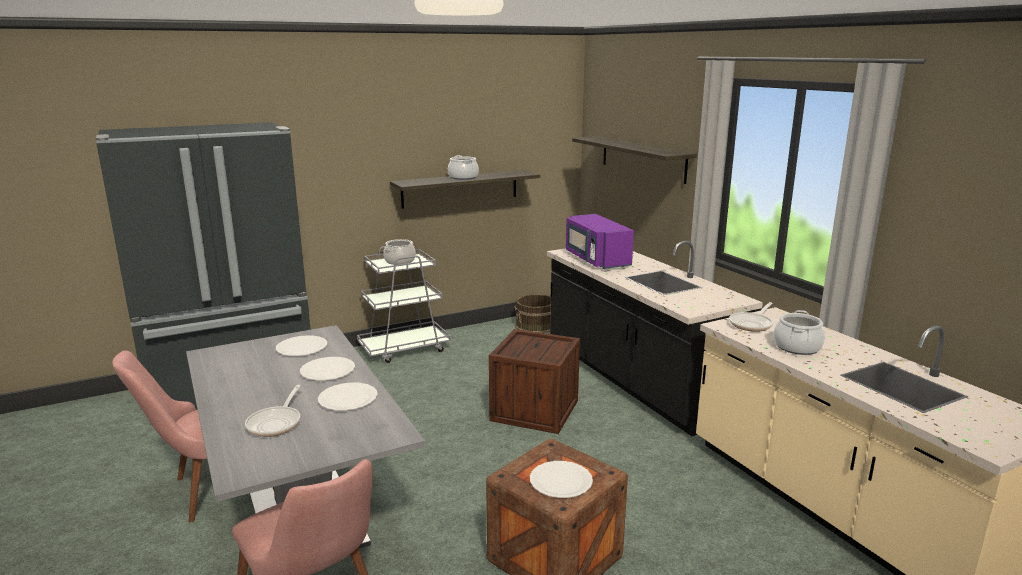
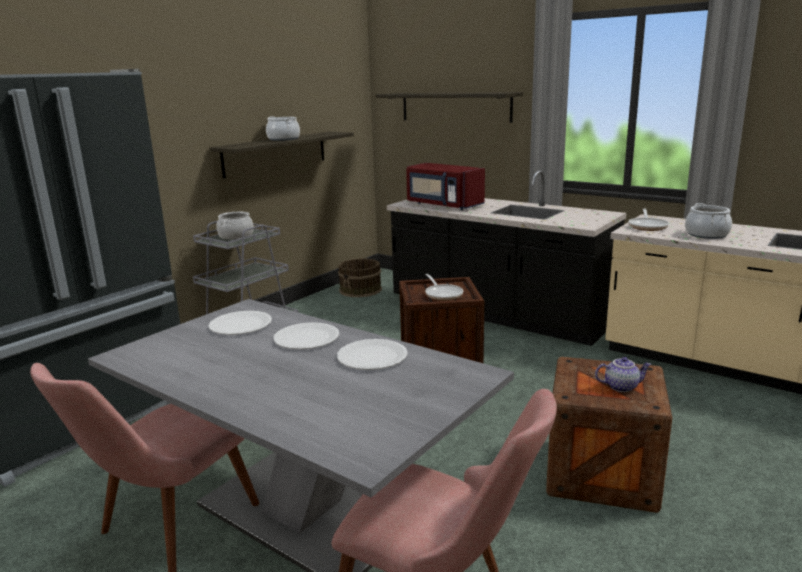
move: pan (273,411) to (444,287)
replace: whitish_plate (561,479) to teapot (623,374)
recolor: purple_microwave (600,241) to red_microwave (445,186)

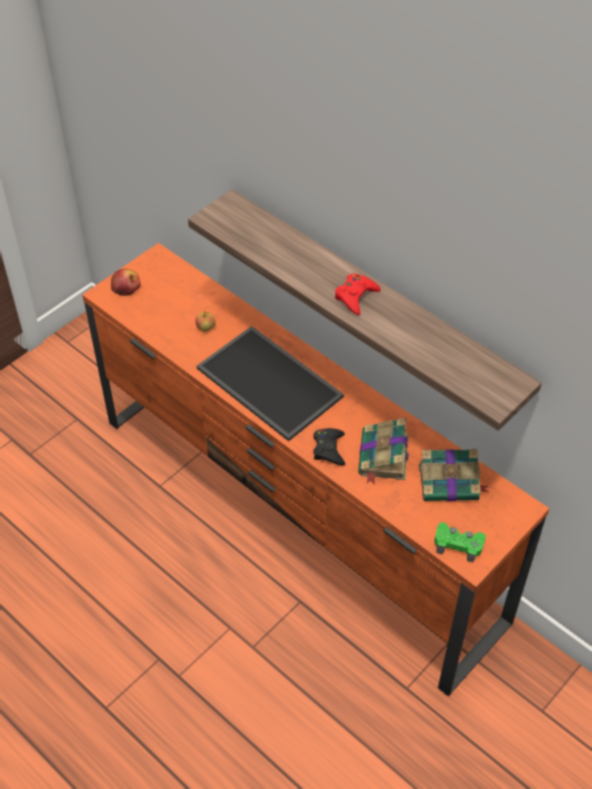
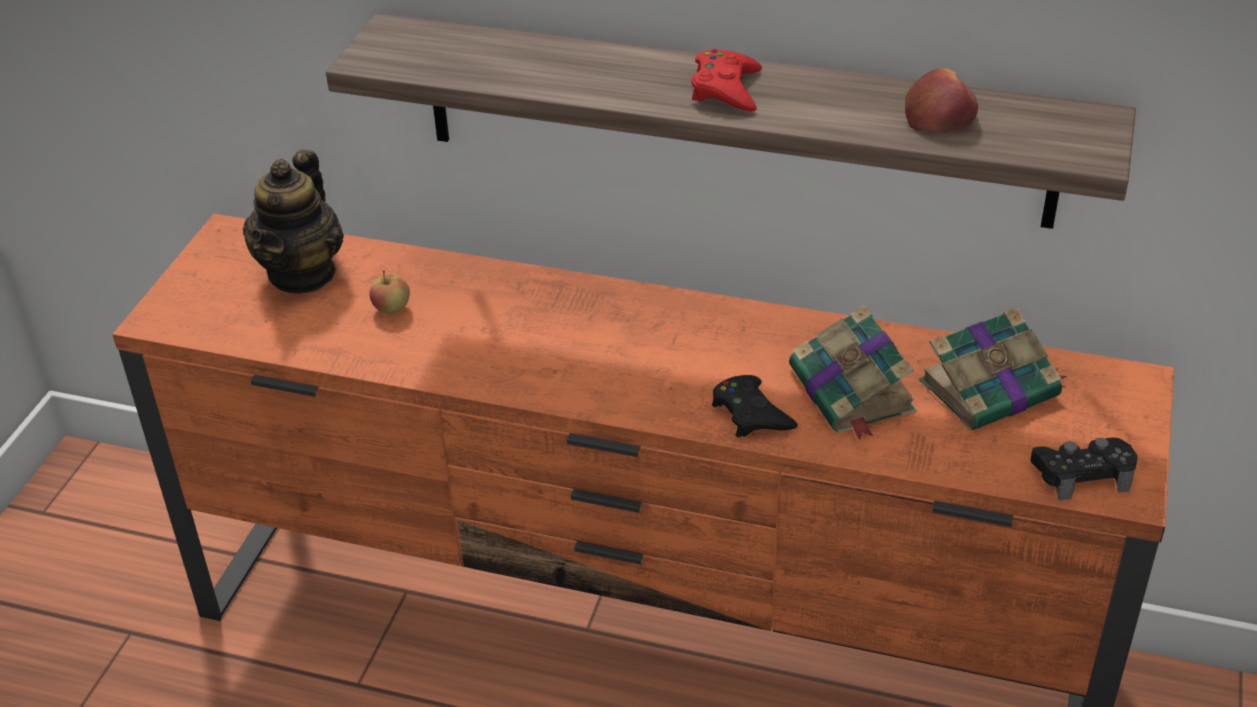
delete: serving_tray (270,383)
insert: teapot (293,222)
move: apple (126,282) to (941,100)
recolor: greenish_game_controller (460,542) to black-coloured_game_controller (1084,468)

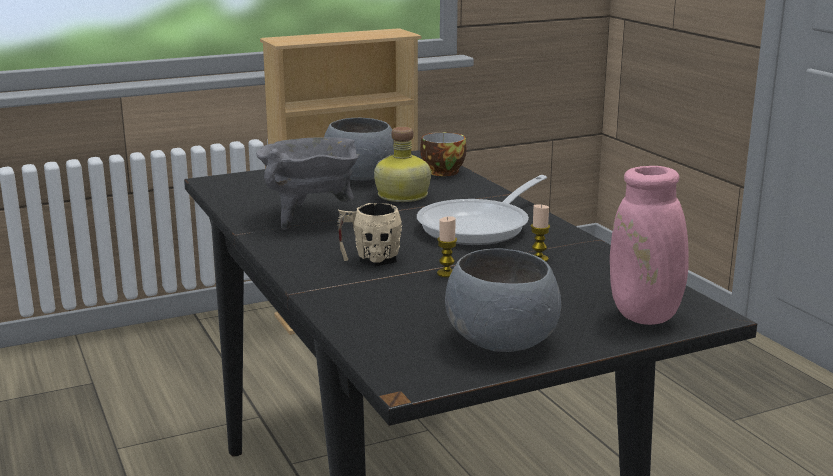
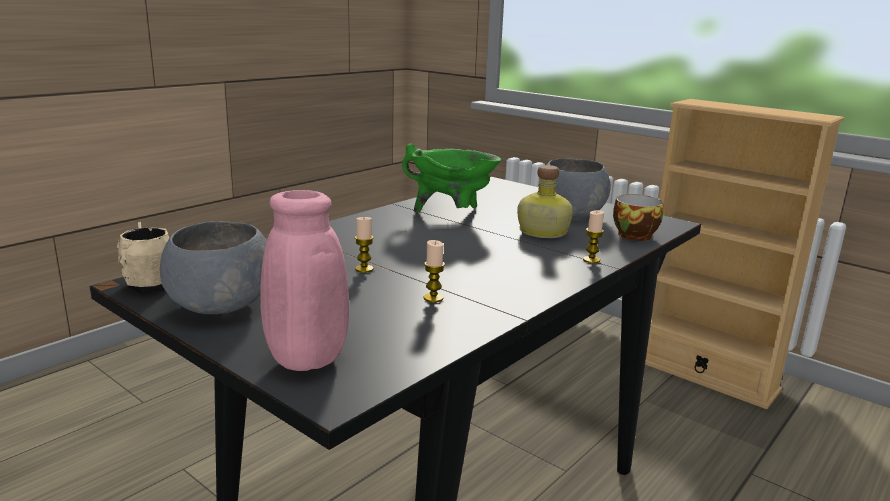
delete: pan (482,210)
insert: wax_candle (593,236)
move: beige-coloured_mug (369,234) to (143,258)
recolor: grey_stockpot (308,183) to greenish_stockpot (451,178)

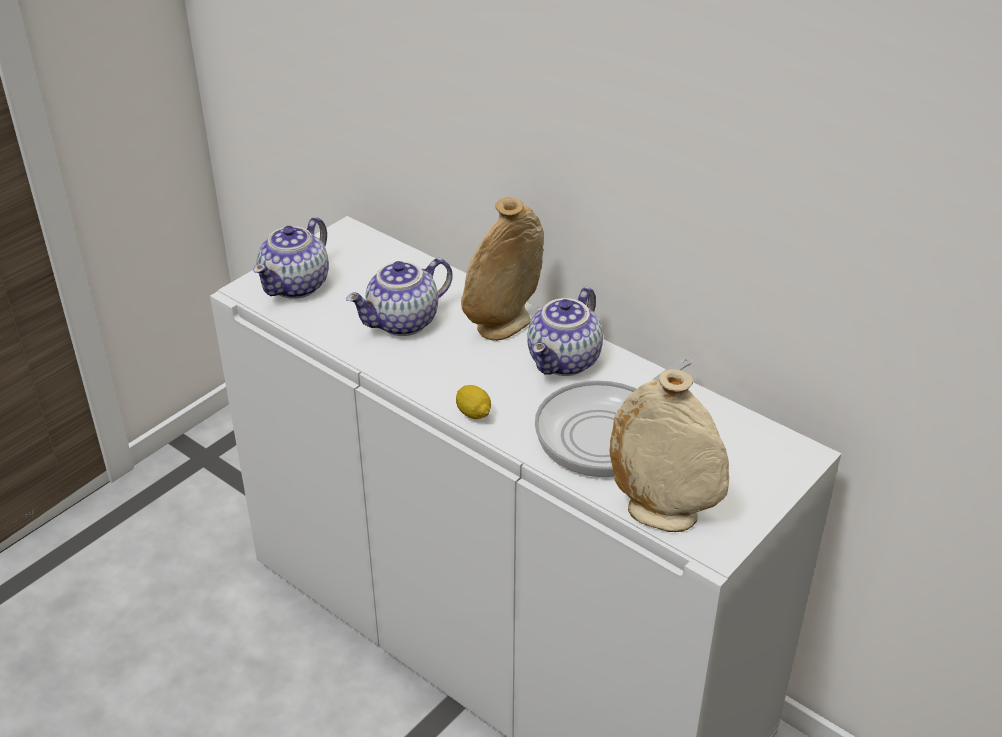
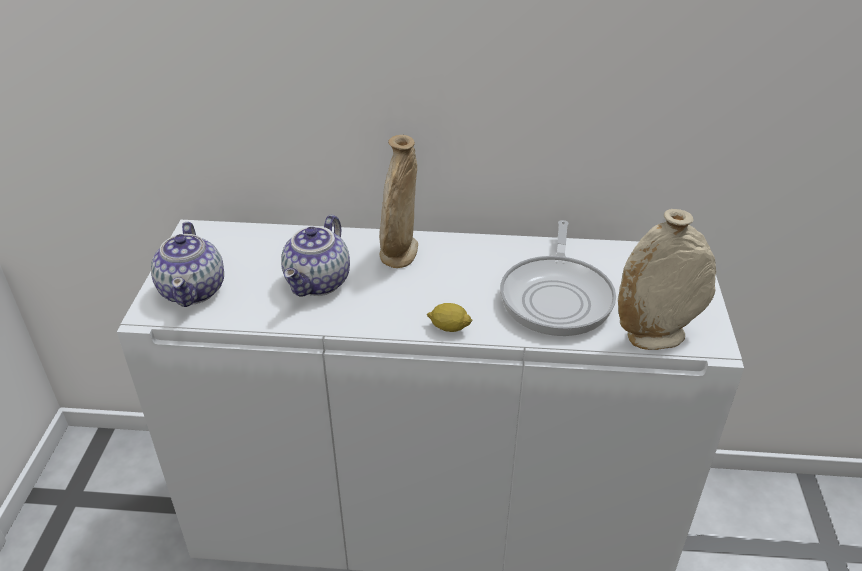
delete: teapot (565,331)

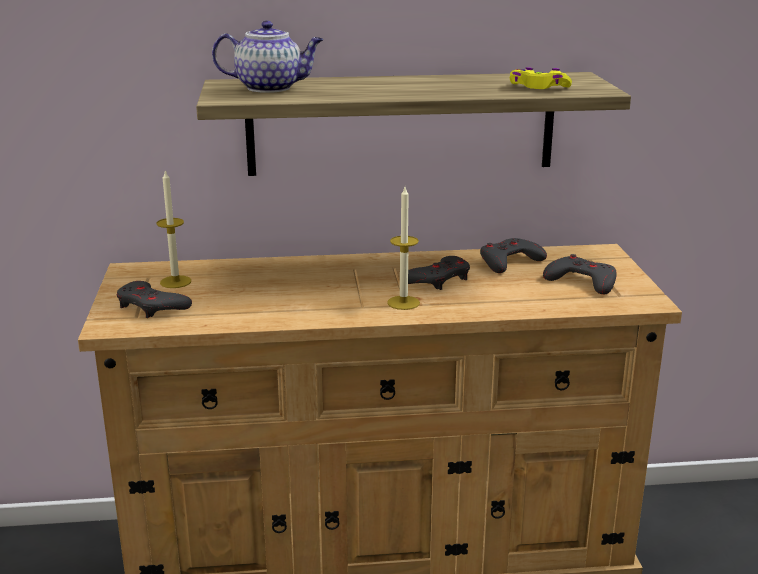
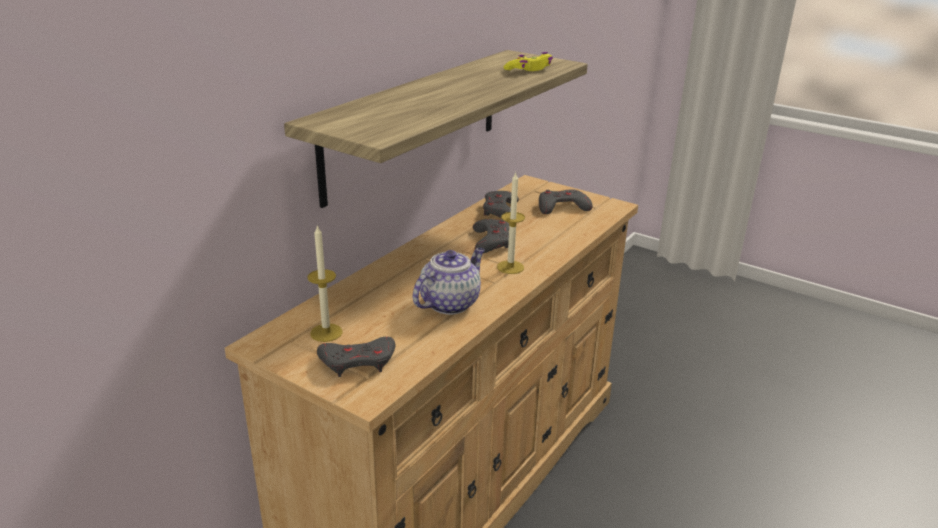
move: teapot (267,57) to (449,281)

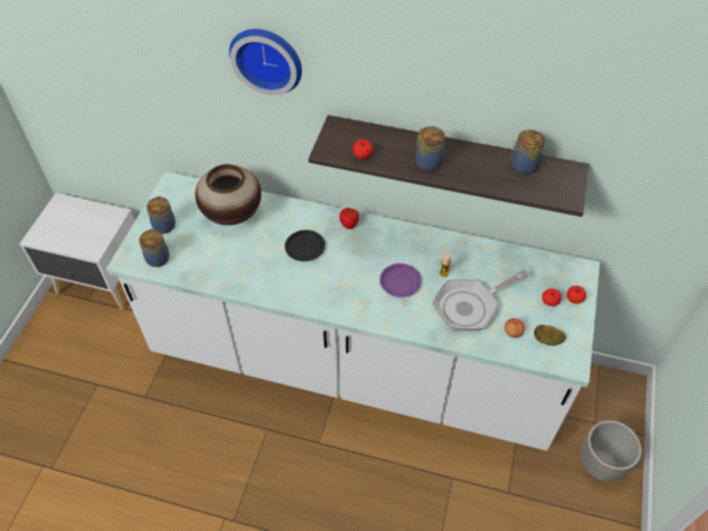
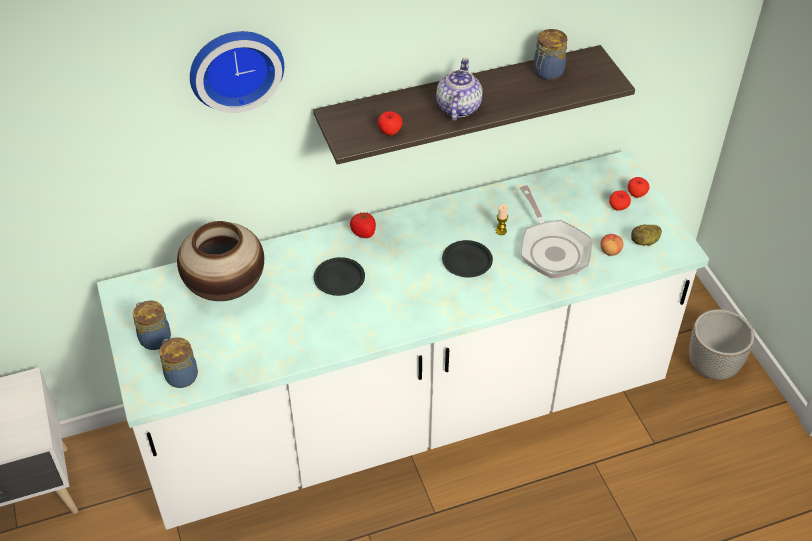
replace: storage_jar (430,148) to teapot (459,89)
recolor: purple_plate (401,280) to black-coloured_plate (467,258)
rotate: pan (480,300) = (556,232) 45 degrees counterclockwise

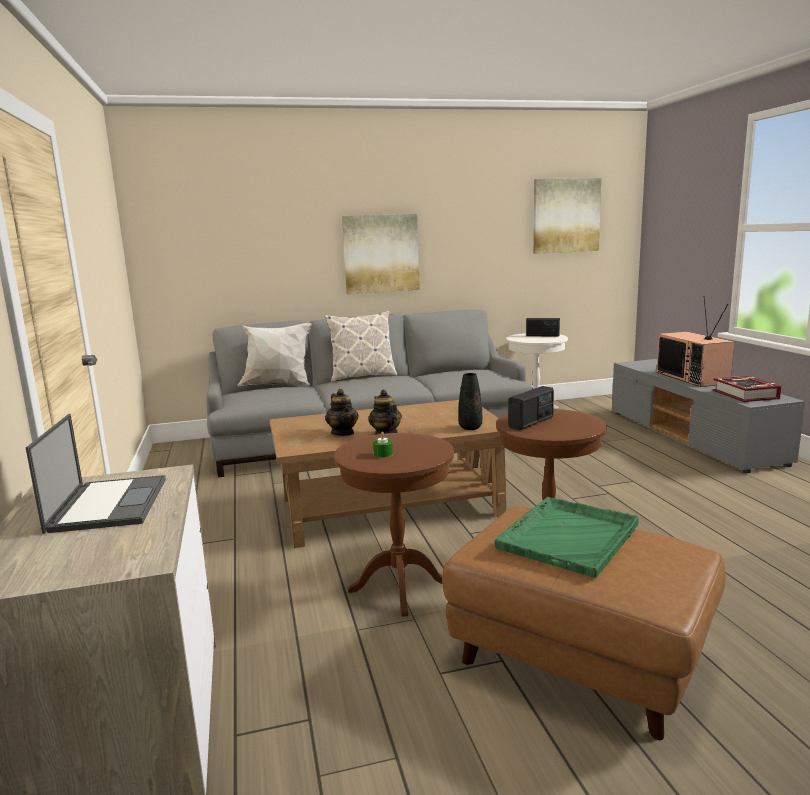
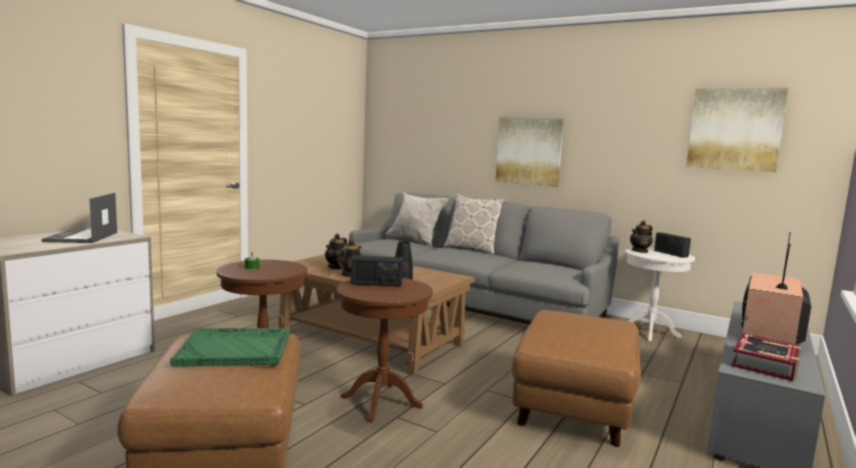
insert: teapot (641,236); brown_ottoman (576,378)
rotate: portable_computer (96,474) = (79,218) 135 degrees clockwise

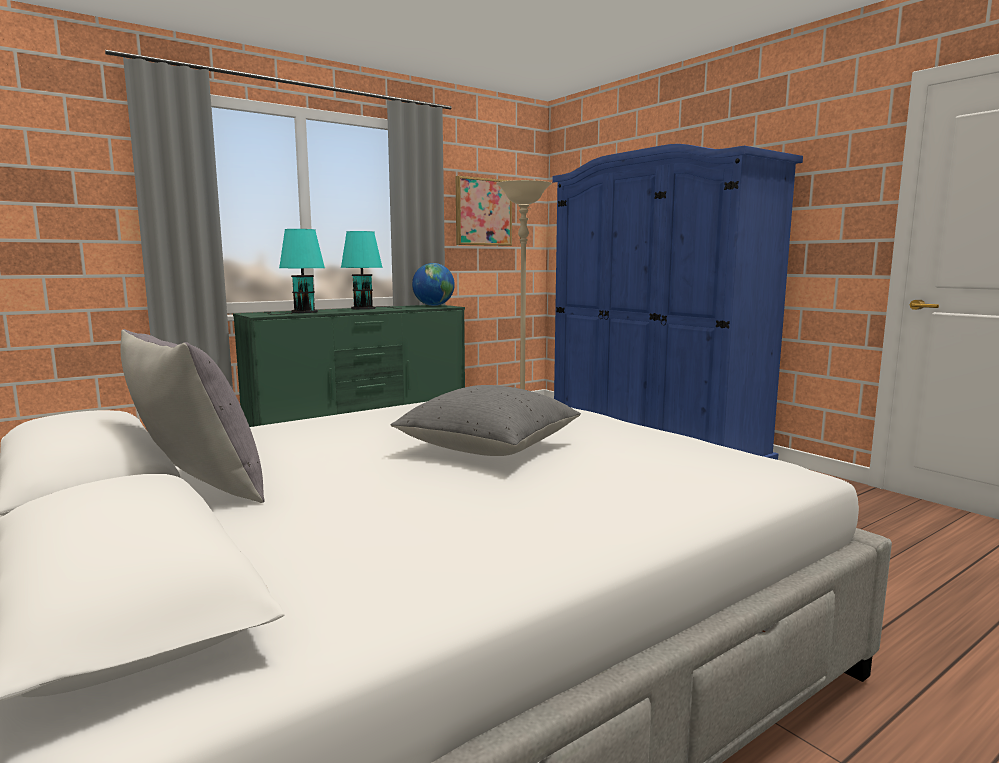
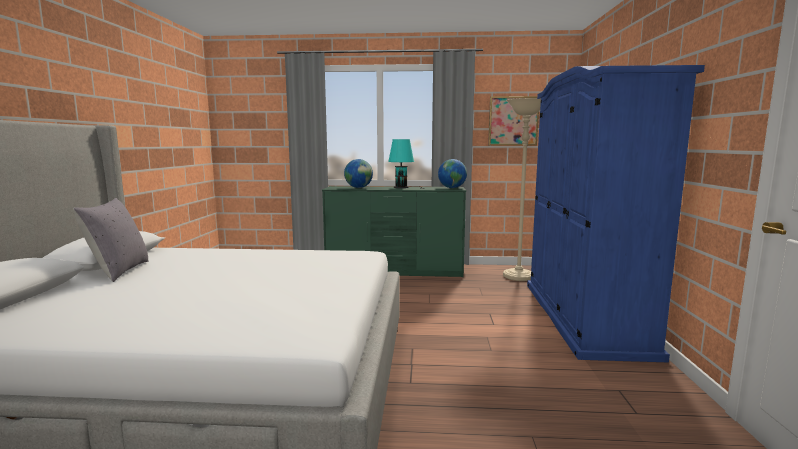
delete: grey_pillow (486,420)
replace: turquoise-coloured_lamp_for_a_table (296,272) to globe (358,173)

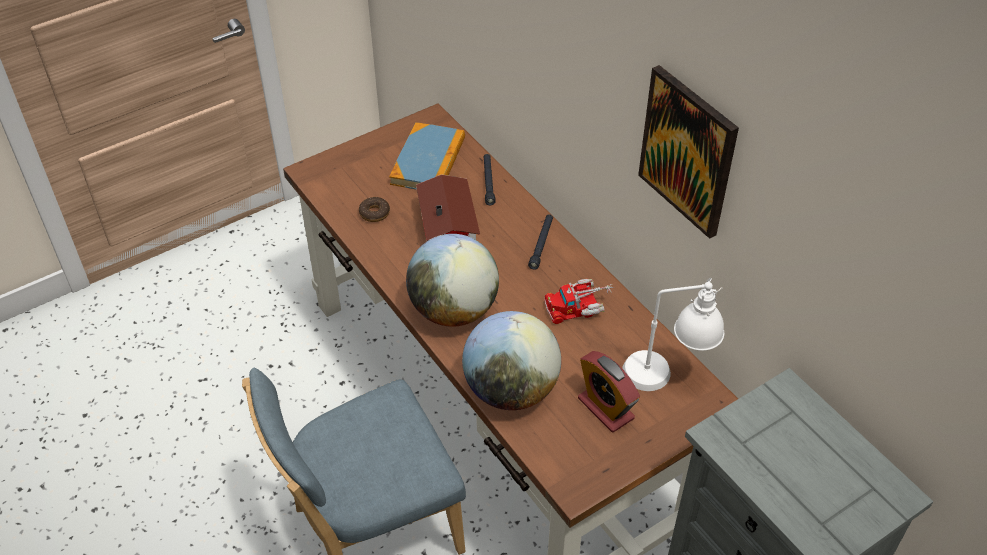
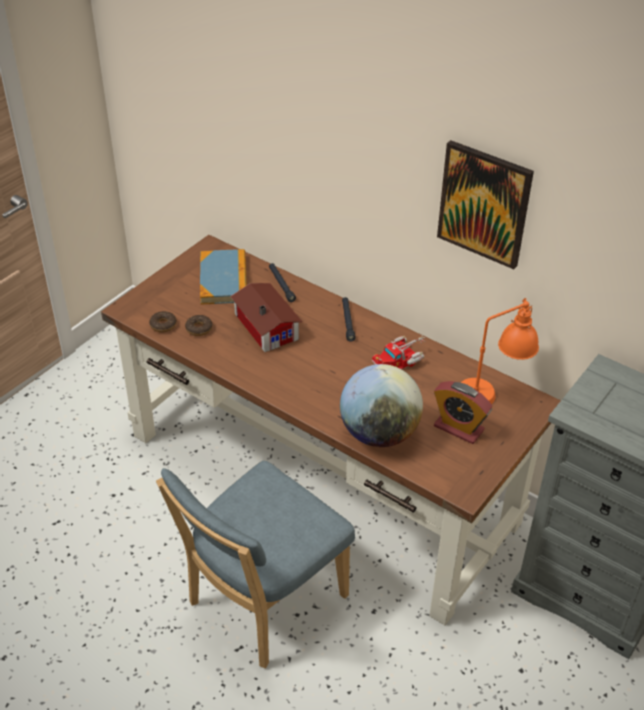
delete: globe (452,280)
insert: donut (163,321)
recolor: whitish_lamp_for_a_table (673,334) to orangey_lamp_for_a_table (500,351)

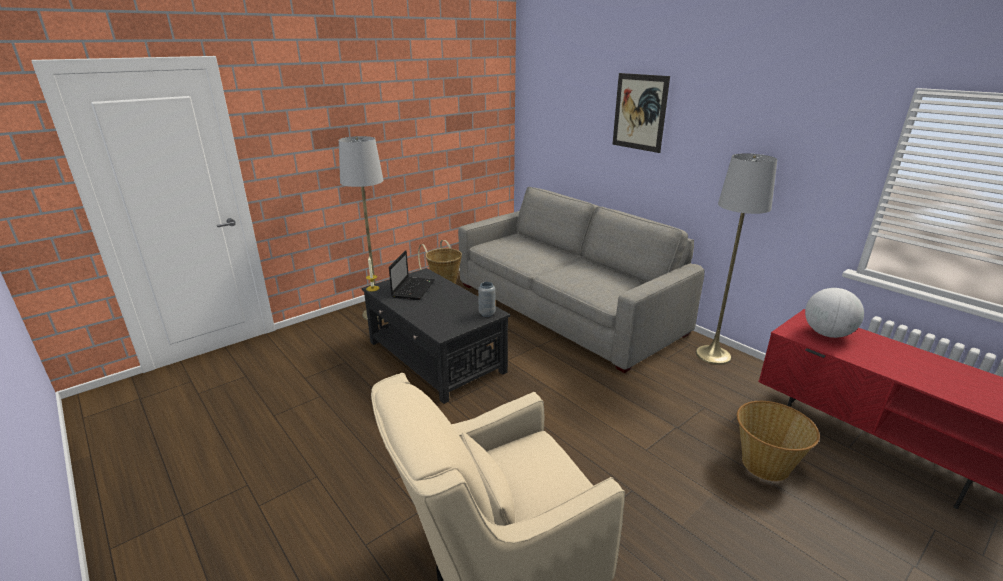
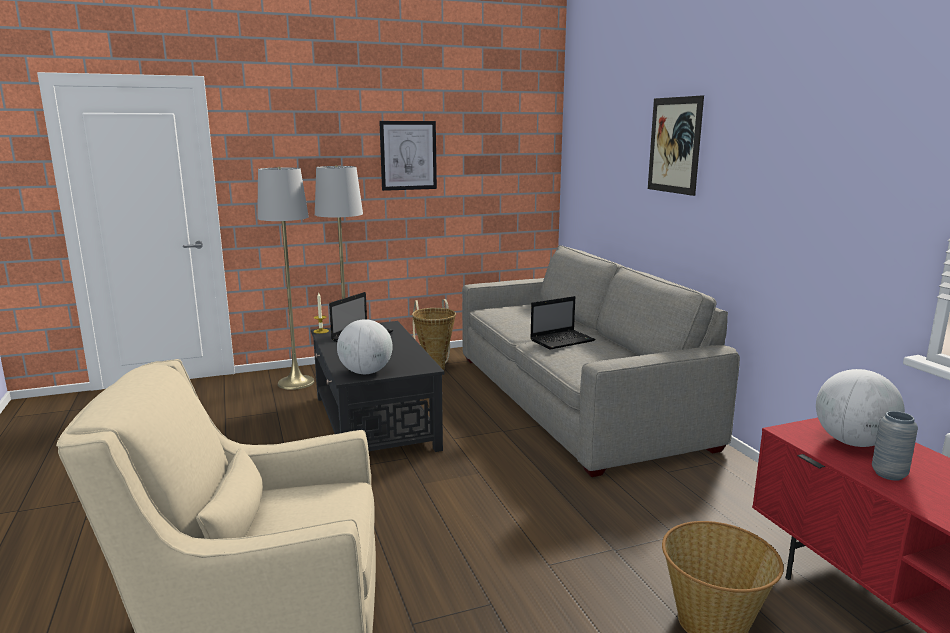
insert: picture (408,156); portable_computer (563,322); globe (365,346)
move: grey_floor_lamp (736,259) to (286,278); grey_flower_vase (486,299) to (895,446)

